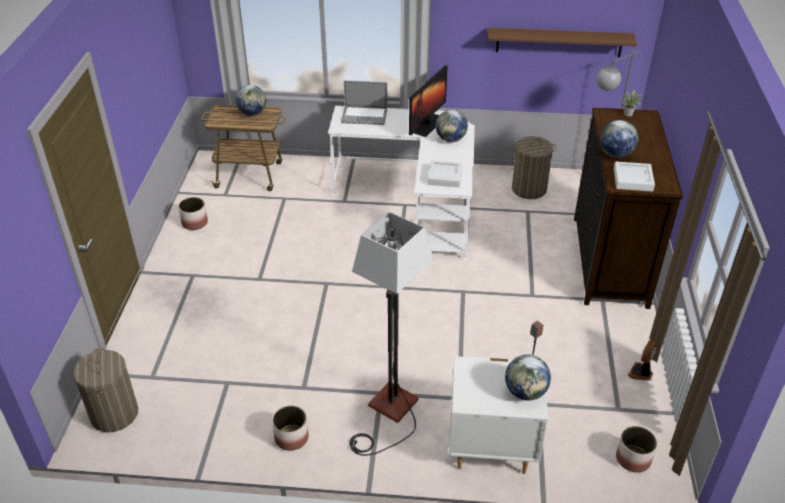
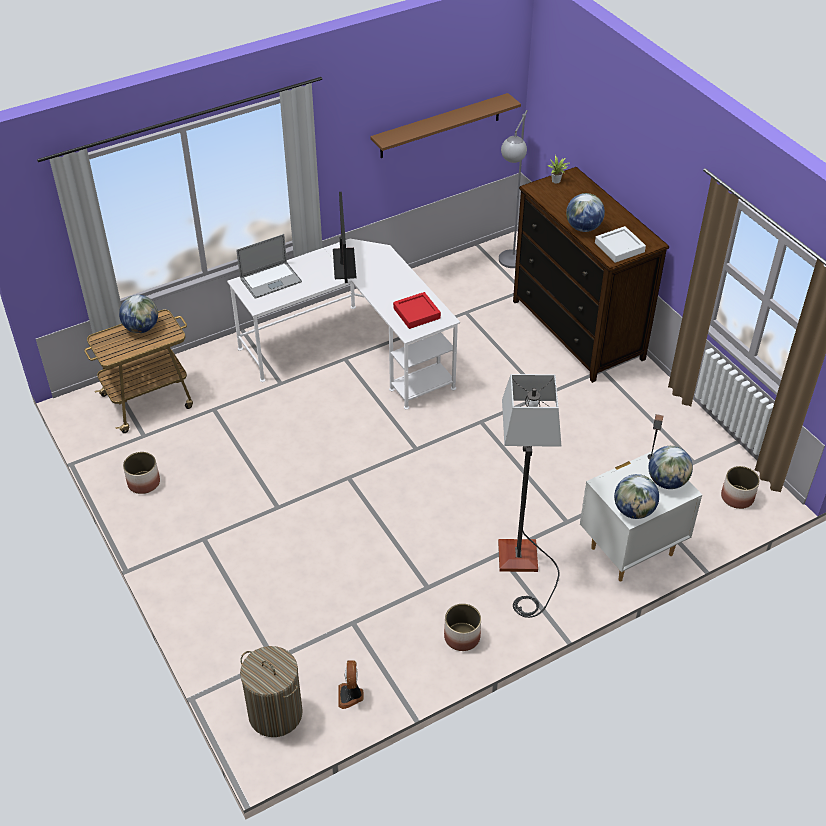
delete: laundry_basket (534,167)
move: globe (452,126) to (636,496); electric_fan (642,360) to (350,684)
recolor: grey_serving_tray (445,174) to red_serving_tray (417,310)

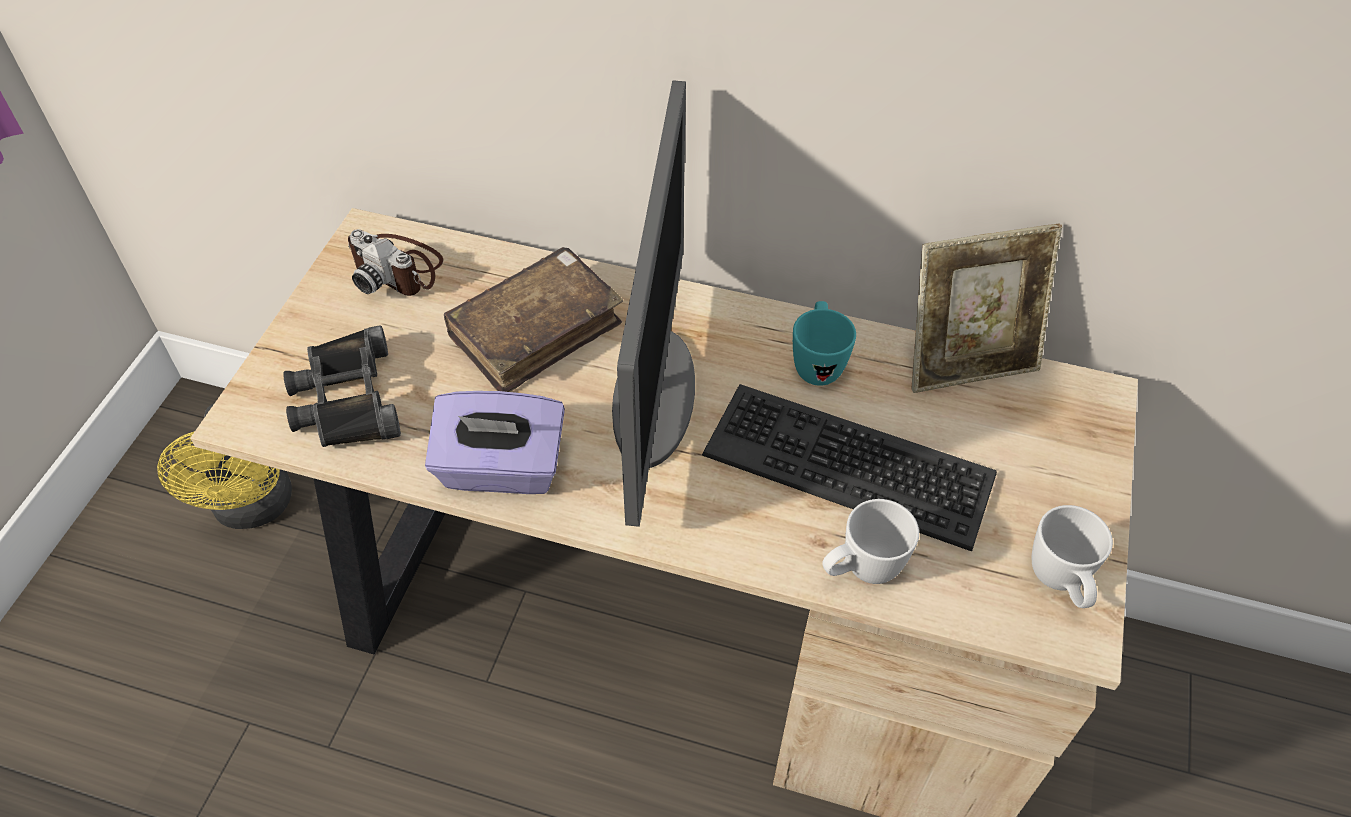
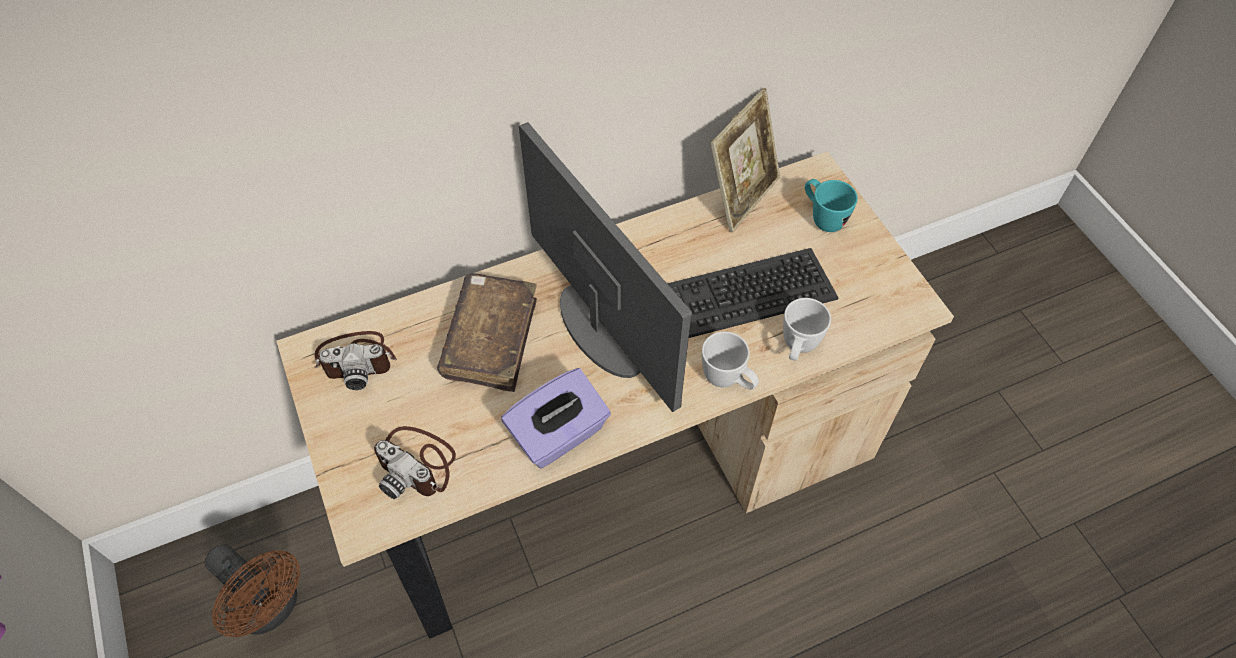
move: turquoise-coloured_mug (824,343) to (831,205); whitish_mug (1072,556) to (730,360)
replace: black-coloured_field_glasses (342,386) to photo_camera (415,462)
recolor: yellow-coloured_electric_fan (224,466) to brown_electric_fan (252,590)

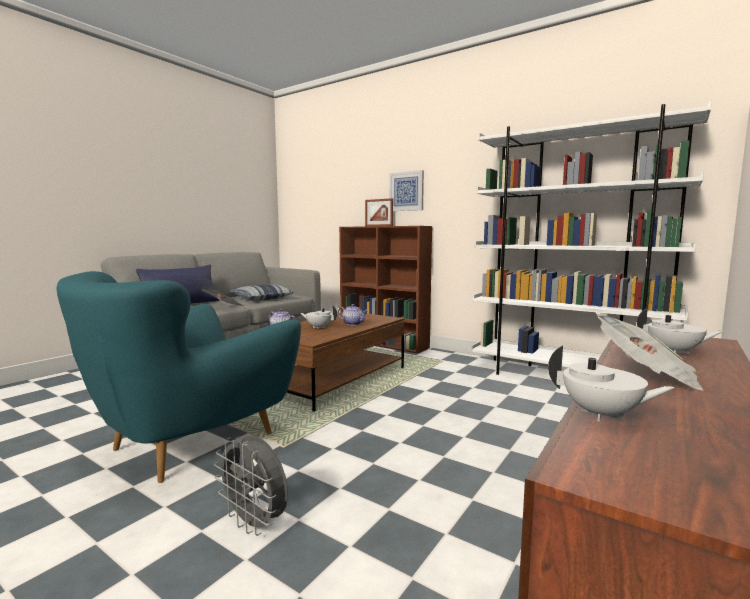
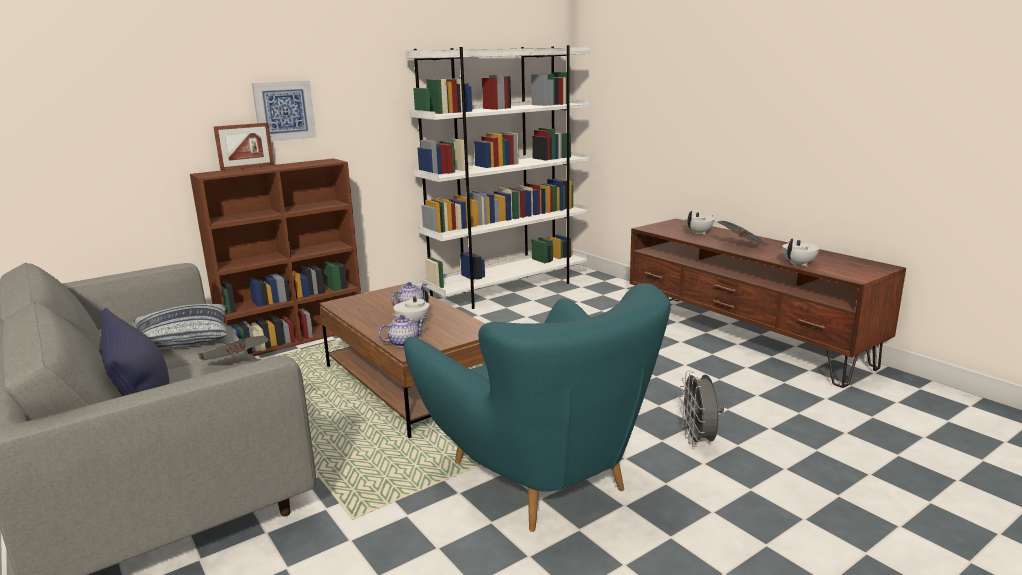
rotate: grey_electric_fan (251,486) = (701,408) 120 degrees clockwise

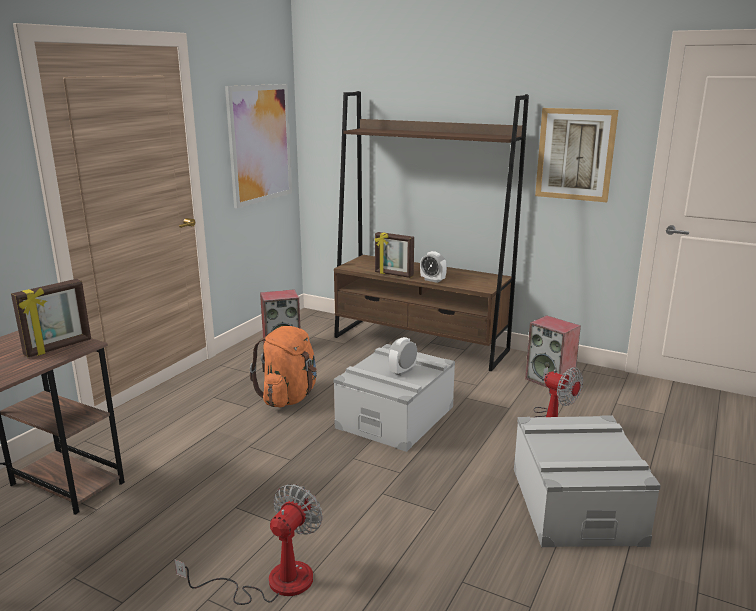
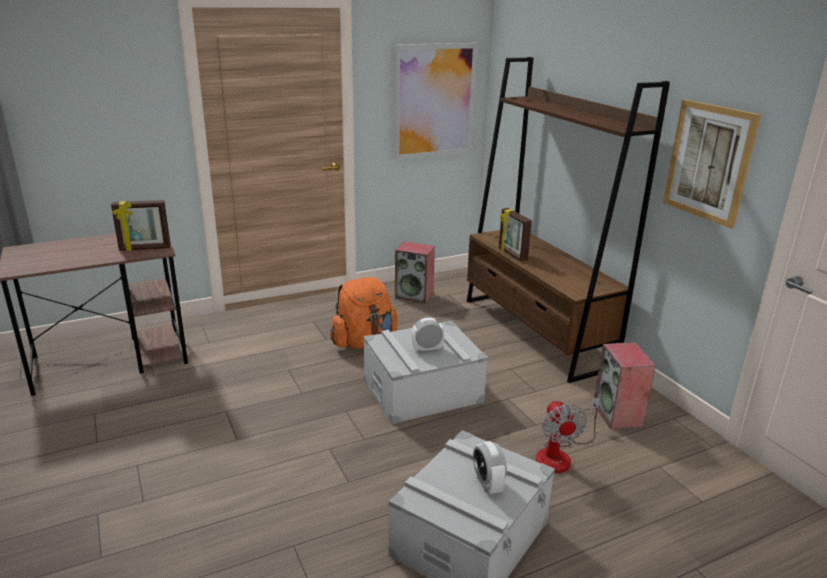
delete: electric_fan (249,544)
move: bedside_clock (433,267) to (490,467)

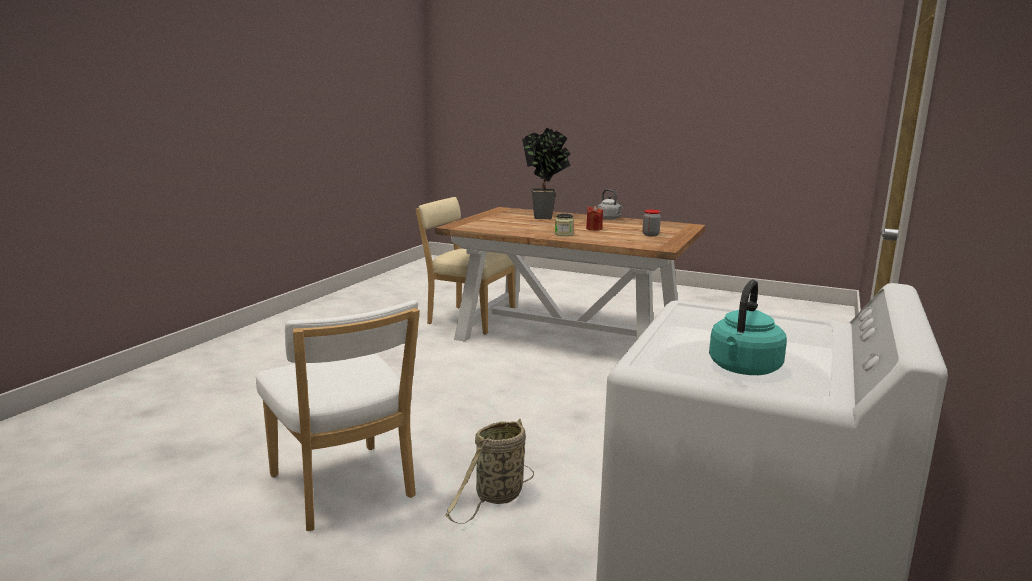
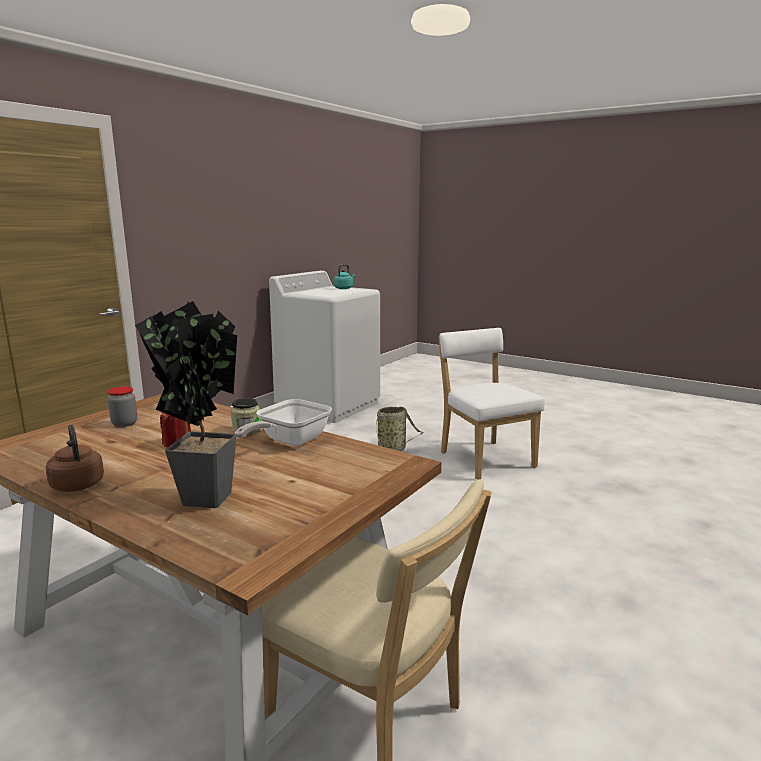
insert: pan (283,422)
recolor: grey_tea_kettle (610,204) to brown_tea_kettle (75,458)

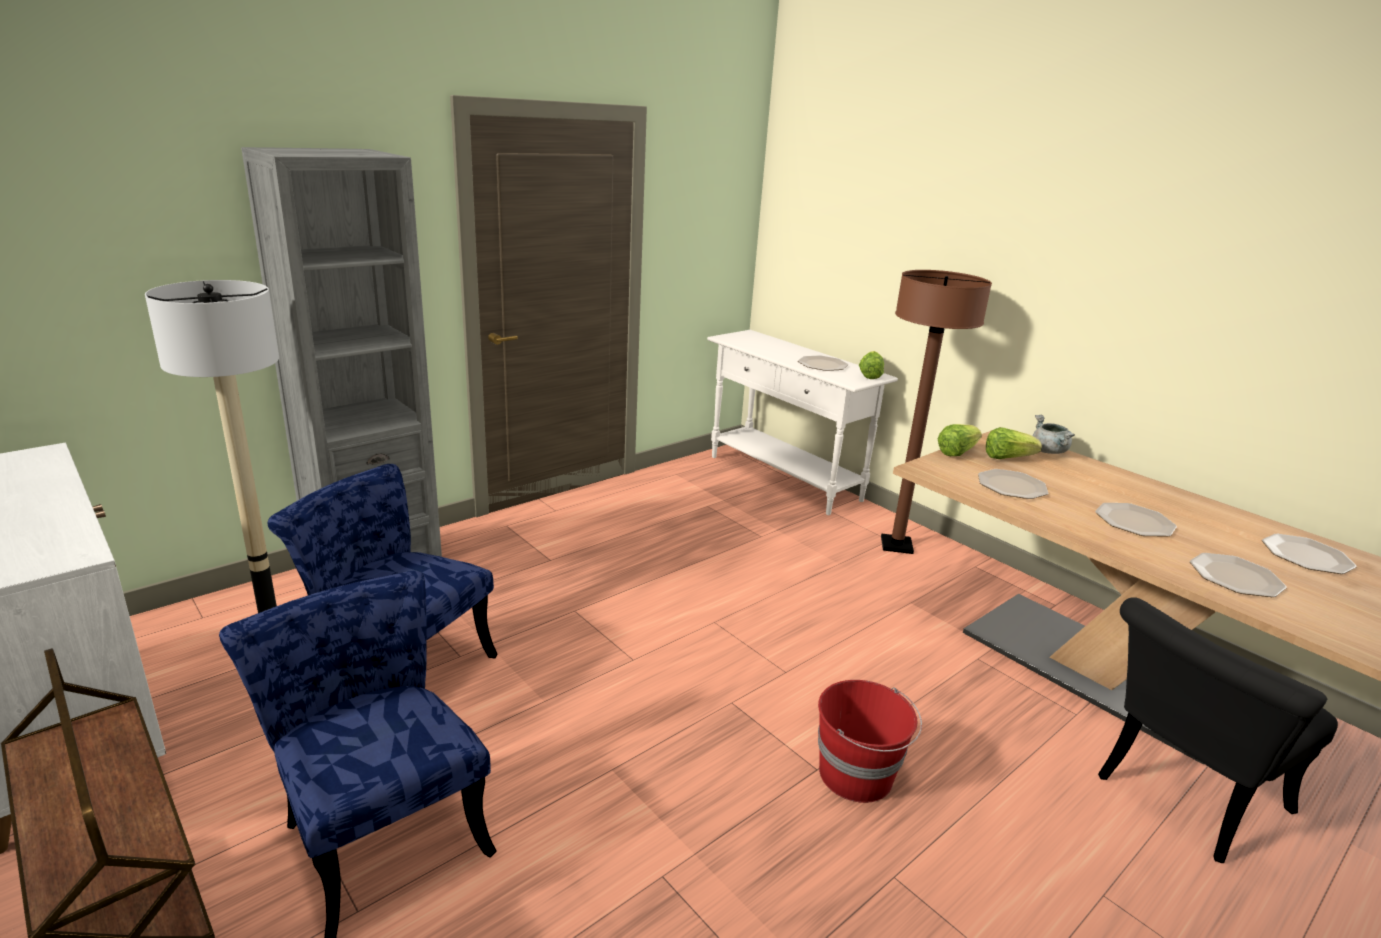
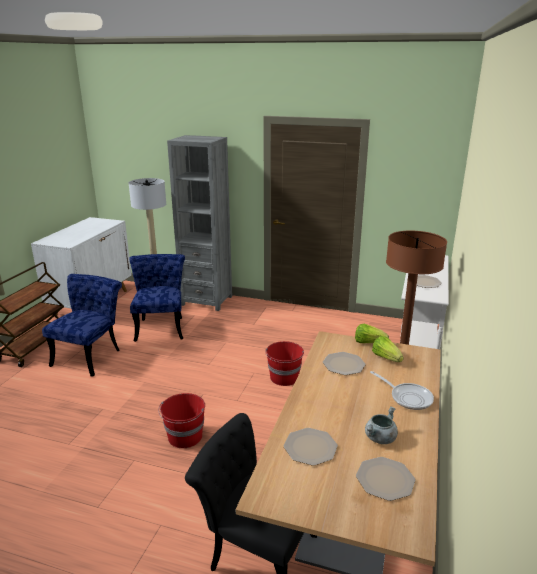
delete: lettuce (871,365); plate (1136,519)
insert: red_bucket (284,363); pan (402,390)
move: grey_stockpot (1053,434) to (381,425)

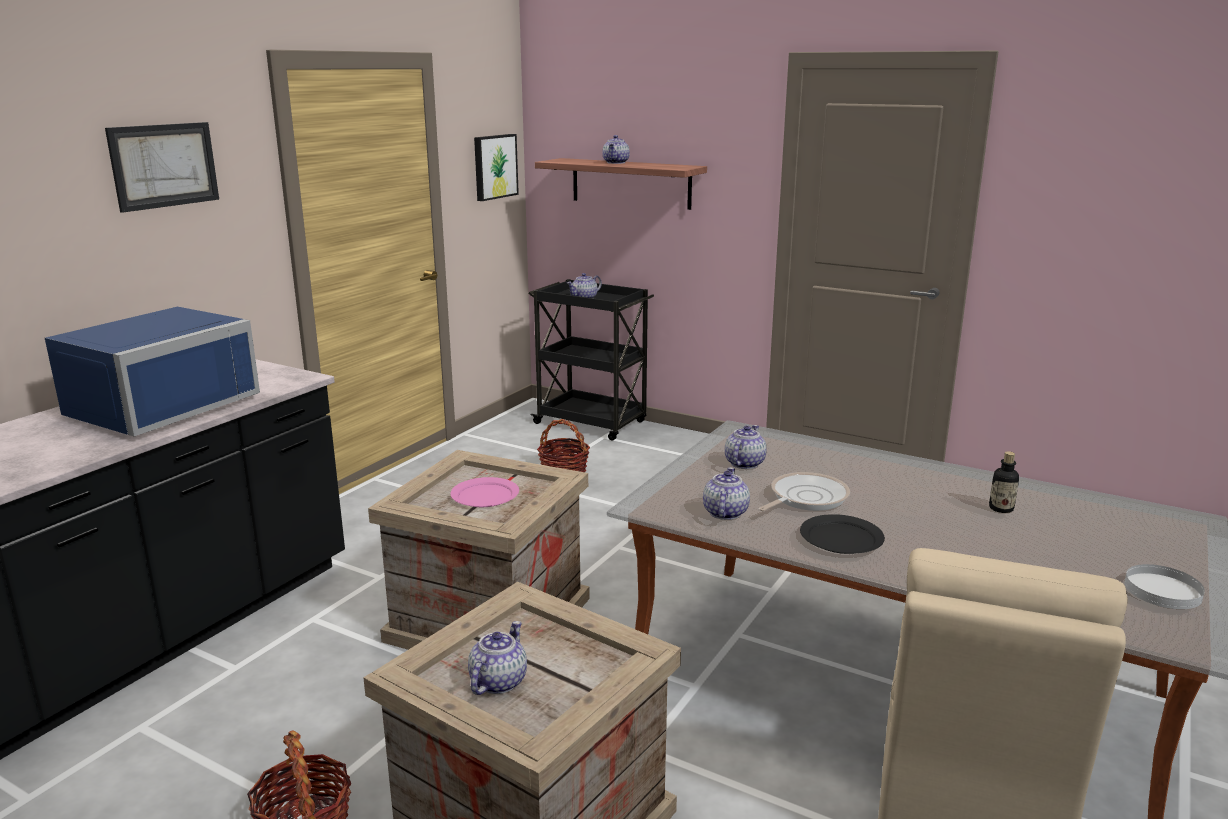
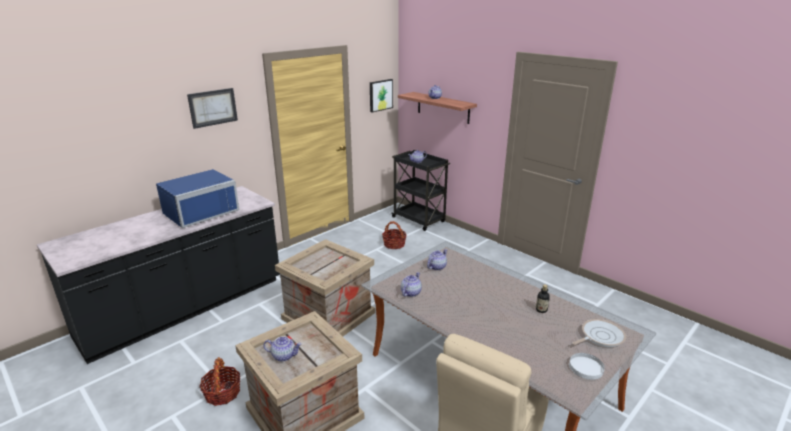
delete: pink-coloured_plate (484,492); black-coloured_plate (842,534)
move: pan (804,491) to (599,333)
rotate: teapot (497,658) = (282,349) 60 degrees clockwise

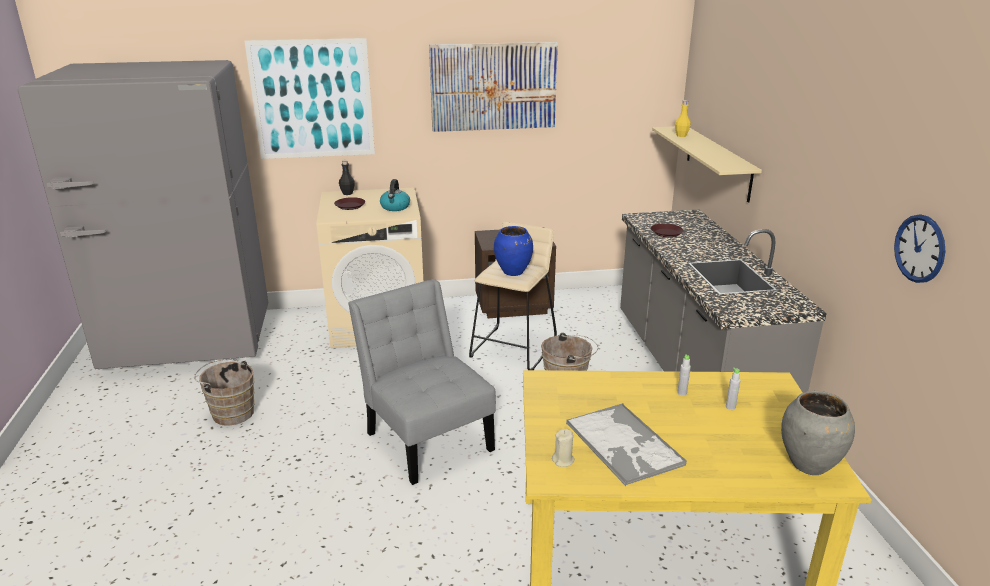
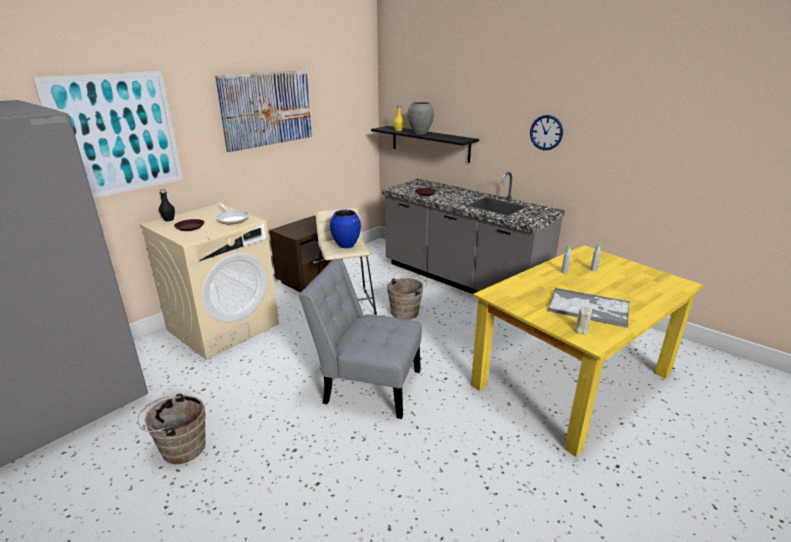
move: hanging_clock (919,249) to (546,132); grey_flower_vase (818,433) to (421,118)
replace: tea_kettle (395,195) to pan (232,213)
recolor: beige-coloured_wall_shelf (707,164) to black-coloured_wall_shelf (425,144)

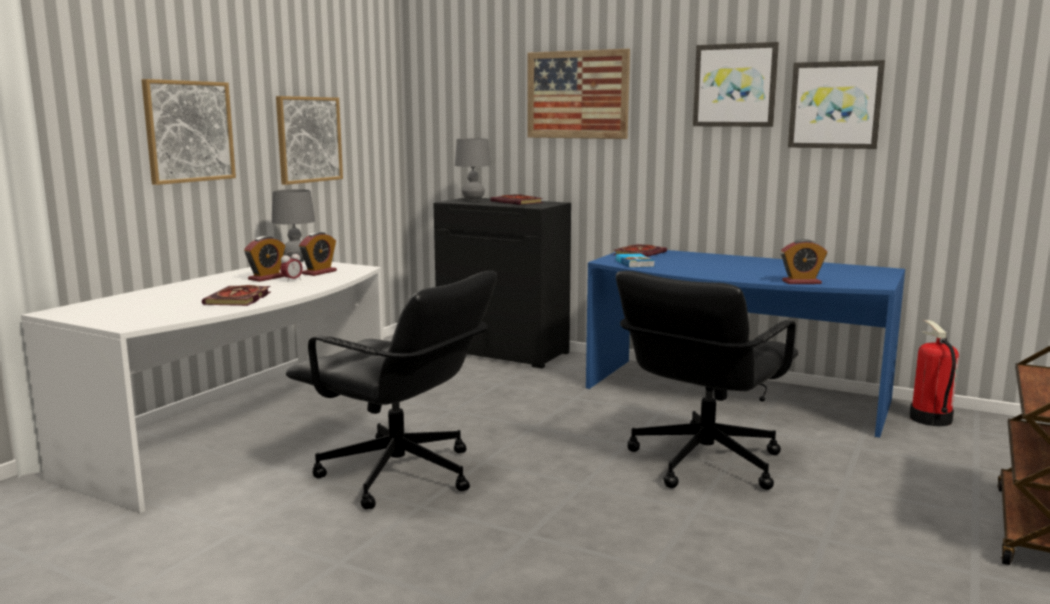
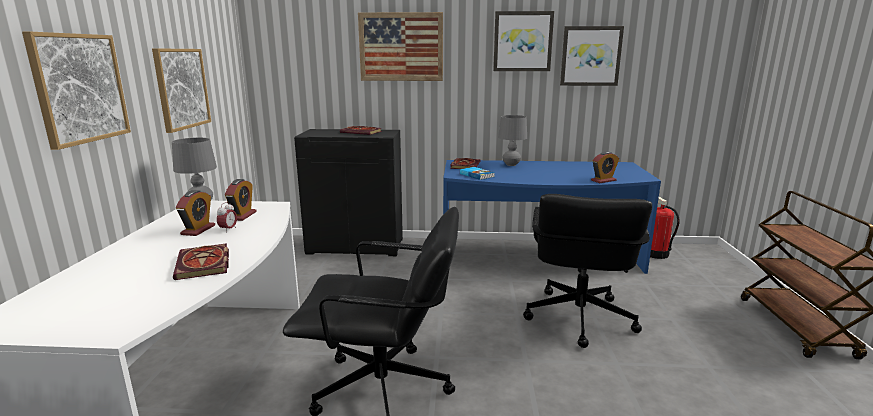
move: grey_lamp_for_a_table (473,169) to (512,140)

